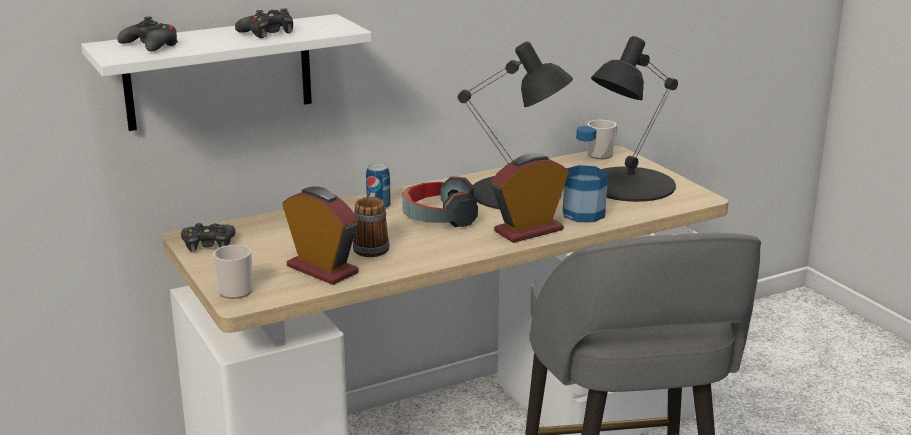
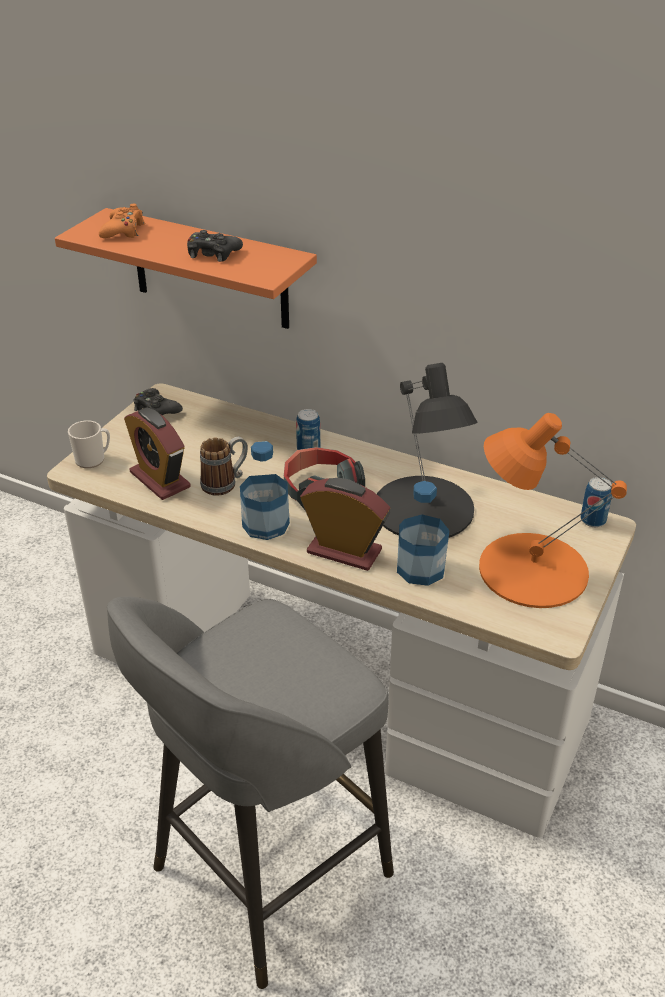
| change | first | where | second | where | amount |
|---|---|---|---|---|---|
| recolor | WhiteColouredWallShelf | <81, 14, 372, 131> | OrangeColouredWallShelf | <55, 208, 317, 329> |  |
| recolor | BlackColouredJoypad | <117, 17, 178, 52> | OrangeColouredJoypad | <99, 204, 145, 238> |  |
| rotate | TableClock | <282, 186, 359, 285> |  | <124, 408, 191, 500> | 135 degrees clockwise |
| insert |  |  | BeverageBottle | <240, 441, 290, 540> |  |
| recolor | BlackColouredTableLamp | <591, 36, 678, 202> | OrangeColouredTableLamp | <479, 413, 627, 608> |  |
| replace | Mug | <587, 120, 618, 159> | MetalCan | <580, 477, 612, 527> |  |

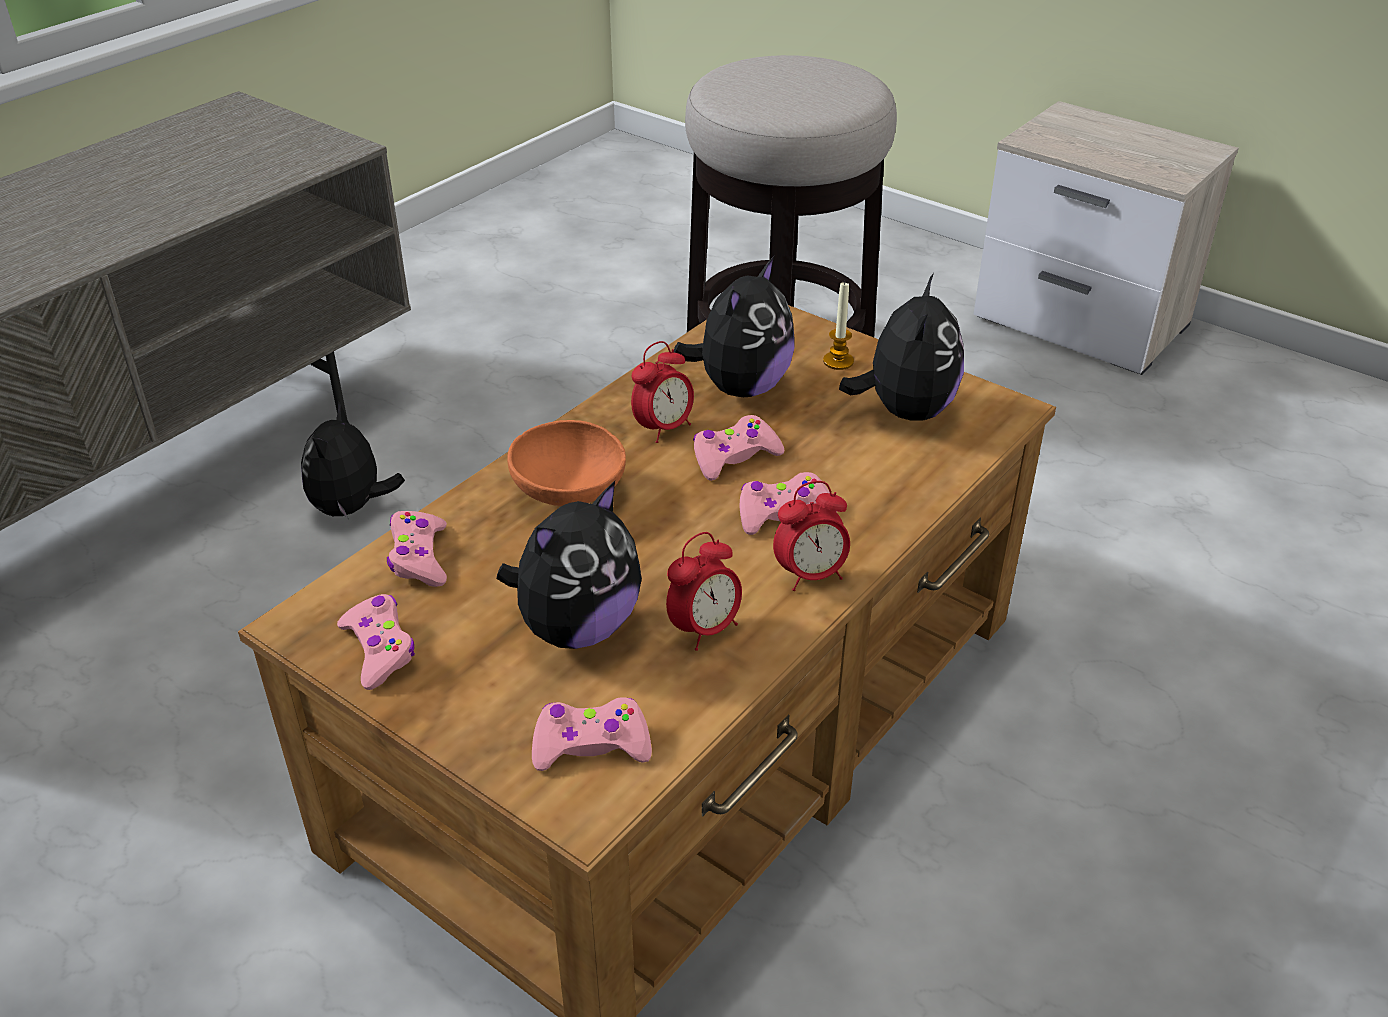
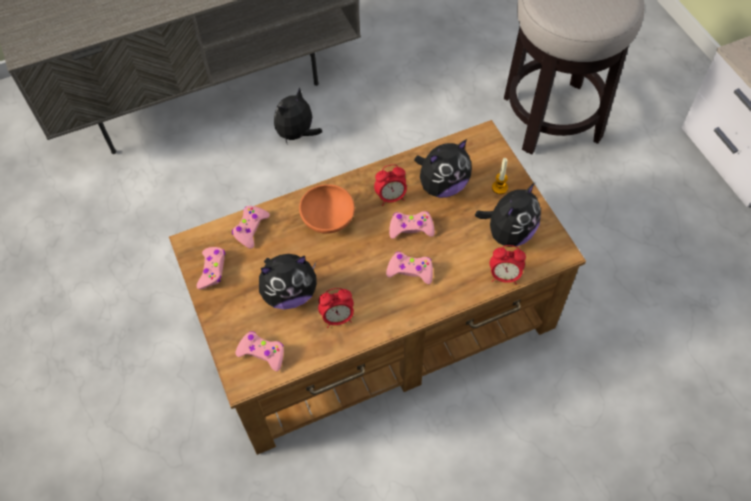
| change | first | where | second | where | amount |
|---|---|---|---|---|---|
| move | TableClock | <773, 481, 850, 591> |  | <490, 245, 526, 285> |  |

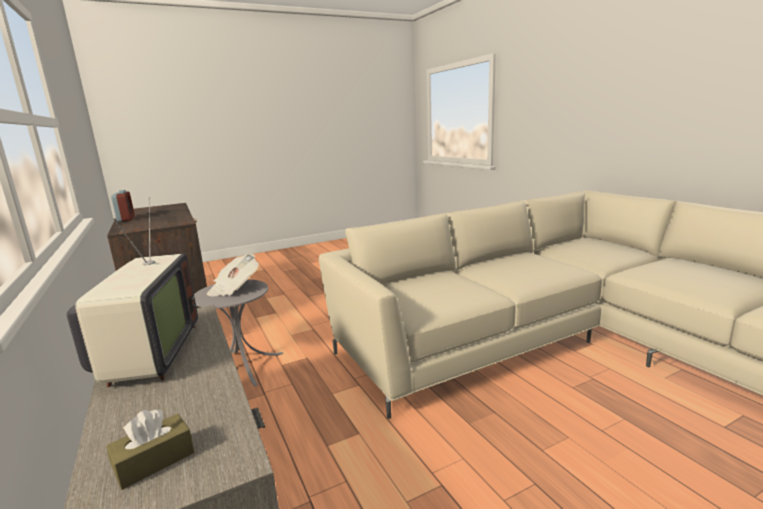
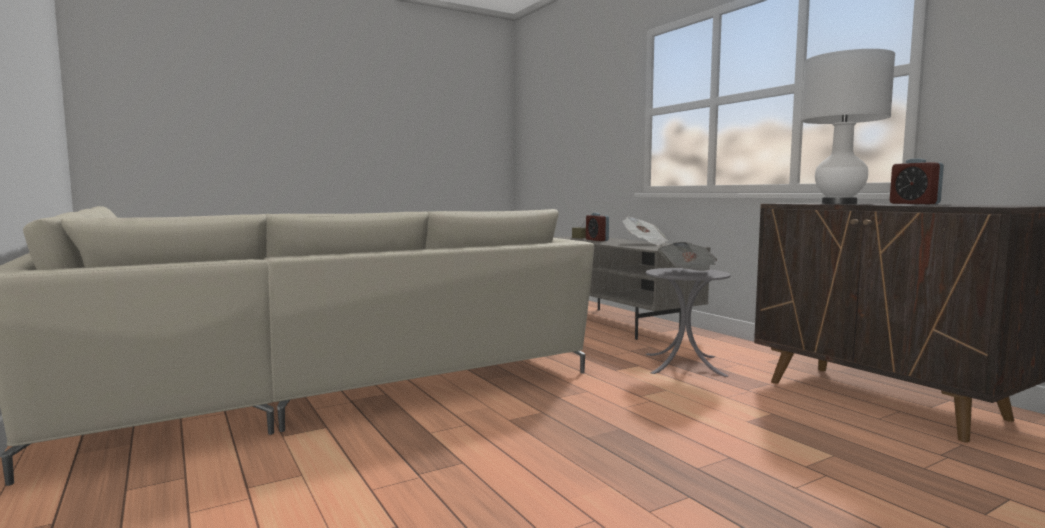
| change | first | where | second | where | amount |
|---|---|---|---|---|---|
| insert |  |  | TableClock | <586, 213, 609, 241> |  |
| replace | Television | <67, 197, 198, 387> | Newspaper | <622, 217, 668, 245> |  |
| insert |  |  | WhiteColouredTableLamp | <801, 49, 895, 204> |  |

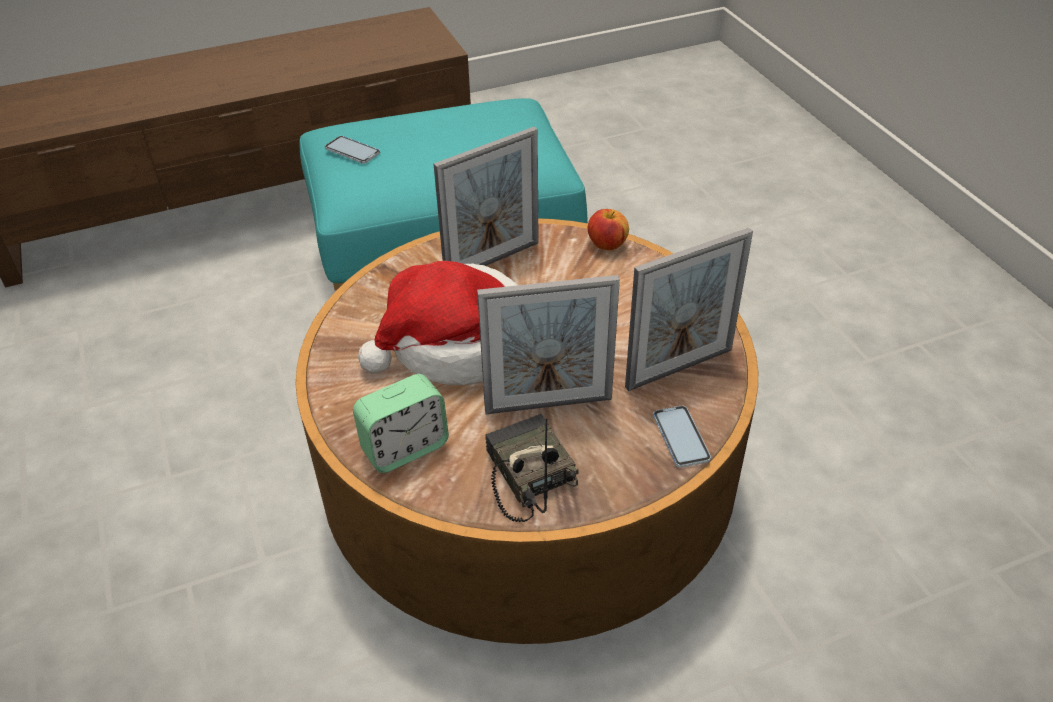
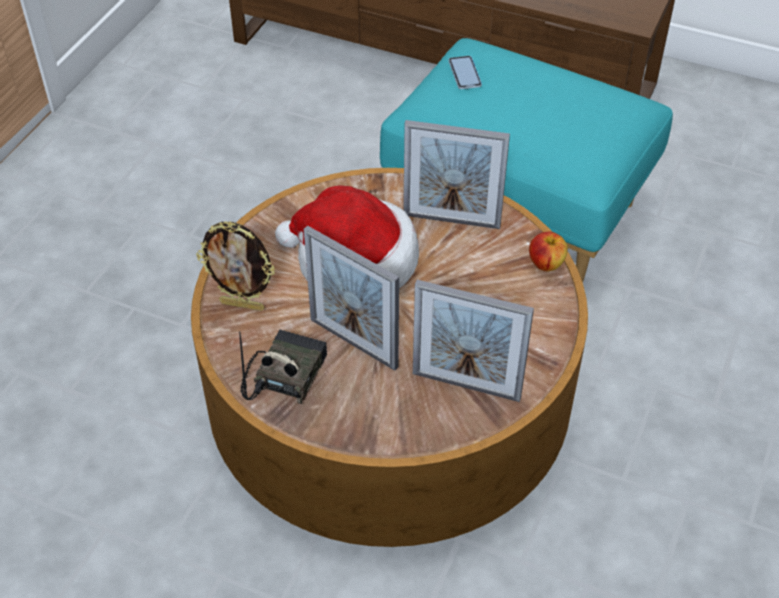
| change | first | where | second | where | amount |
|---|---|---|---|---|---|
| replace | TableClock | <353, 374, 449, 473> | StandingFrame | <196, 221, 275, 311> |  |
| delete | Handset | <653, 406, 711, 468> |  |  |  |

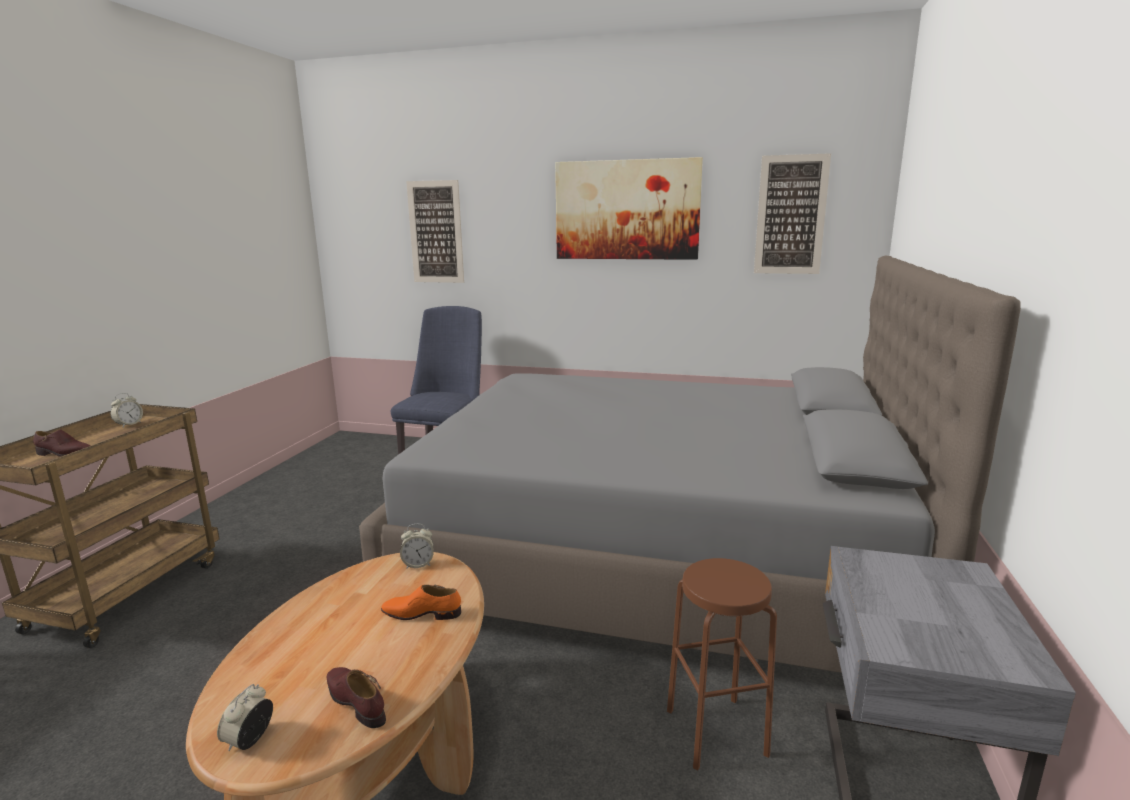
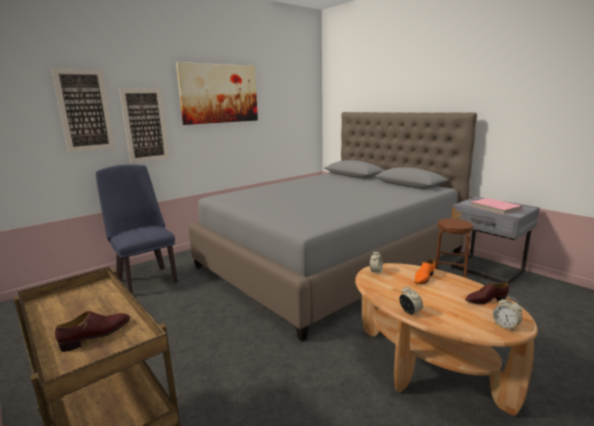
| change | first | where | second | where | amount |
|---|---|---|---|---|---|
| move | Picture | <754, 153, 831, 274> |  | <119, 88, 169, 163> |  |
| move | TableClock | <110, 393, 143, 427> |  | <399, 286, 423, 315> |  |
| insert |  |  | PinkColouredVolume | <470, 198, 523, 215> |  |

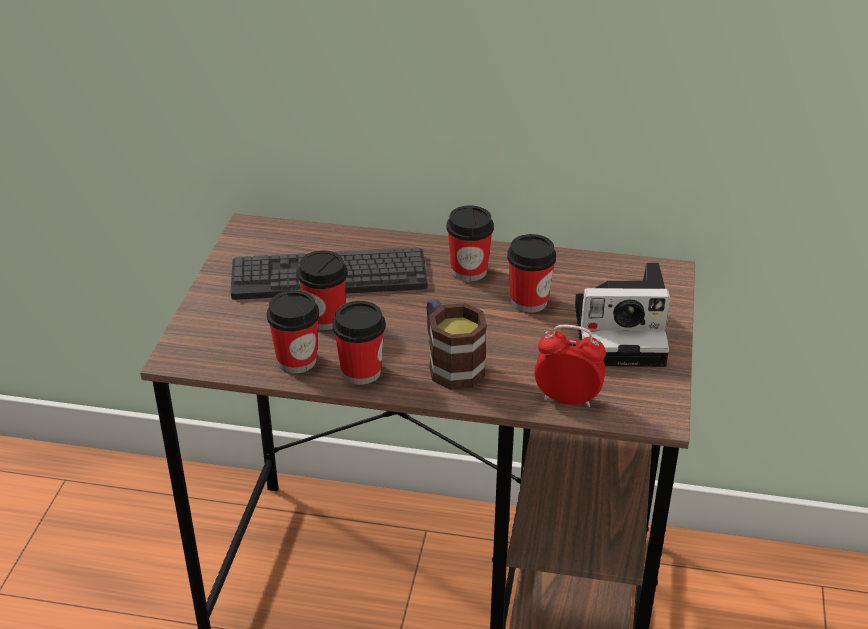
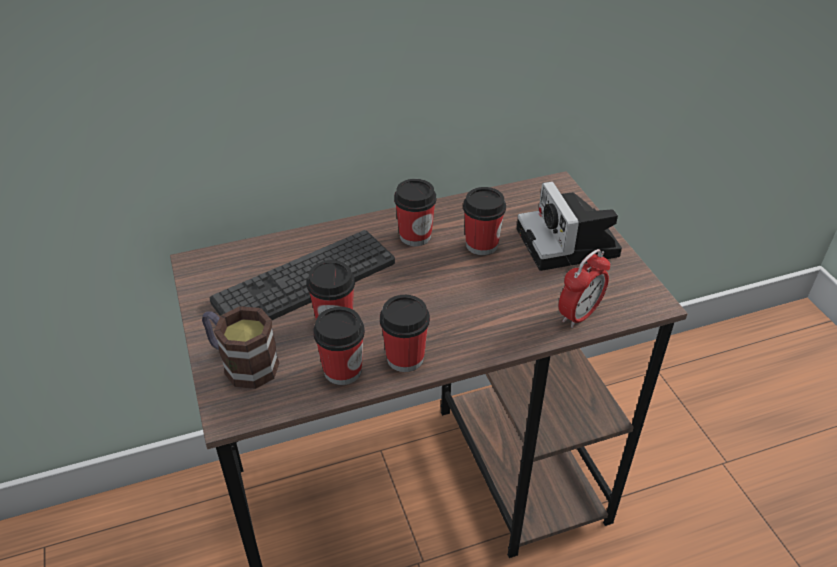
| change | first | where | second | where | amount |
|---|---|---|---|---|---|
| move | Mug | <426, 298, 487, 390> |  | <202, 306, 279, 389> |  |
| rotate | PhotoCamera | <575, 262, 671, 367> |  | <517, 181, 622, 271> | 105 degrees clockwise |
| rotate | TableClock | <535, 325, 606, 407> |  | <559, 249, 610, 328> | 150 degrees clockwise |

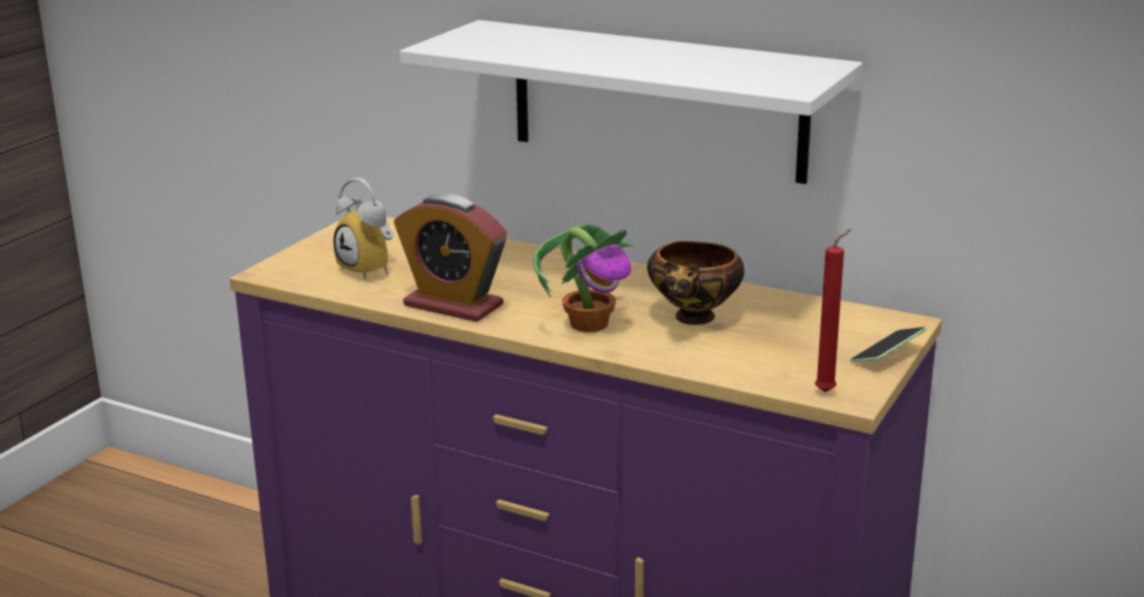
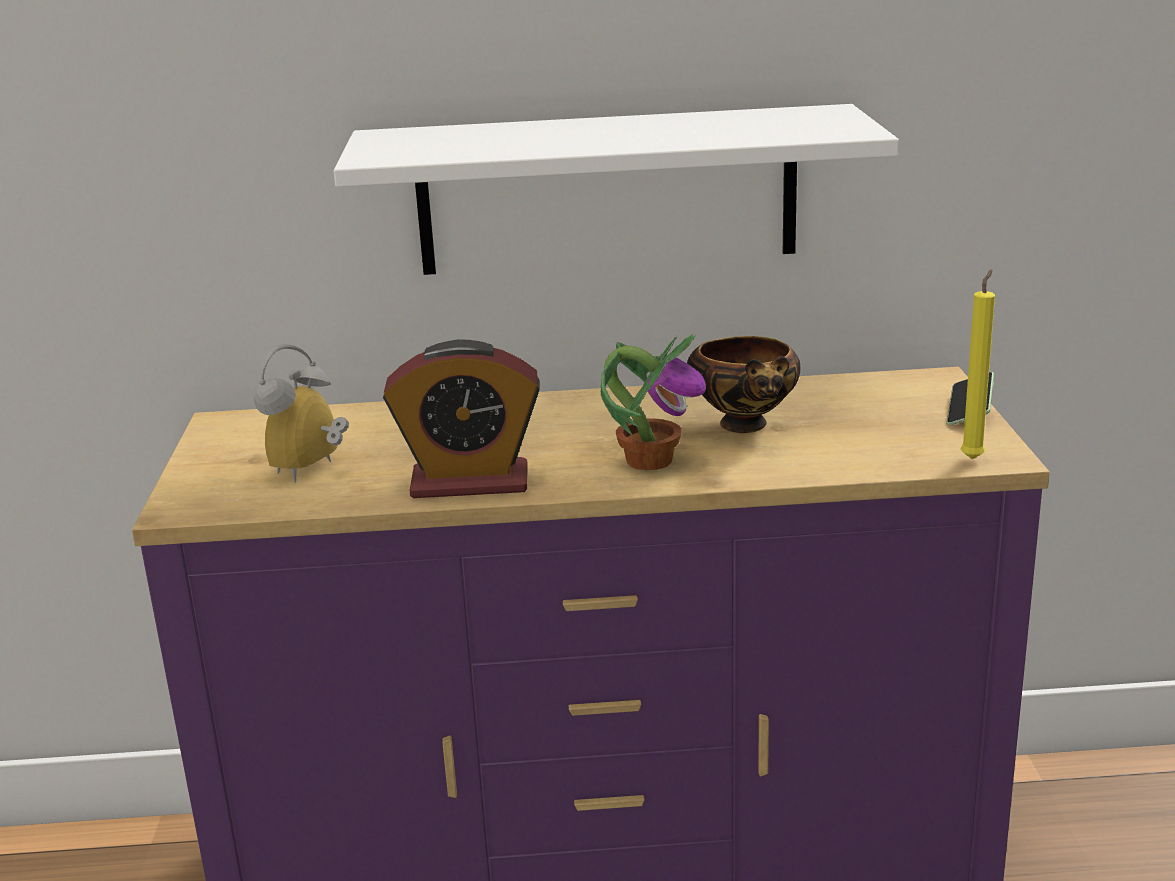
| change | first | where | second | where | amount |
|---|---|---|---|---|---|
| rotate | TableClock | <333, 178, 394, 280> |  | <254, 344, 349, 483> | 105 degrees clockwise |
| recolor | RedCandle | <815, 229, 851, 392> | YellowishCandle | <960, 269, 995, 459> |  |

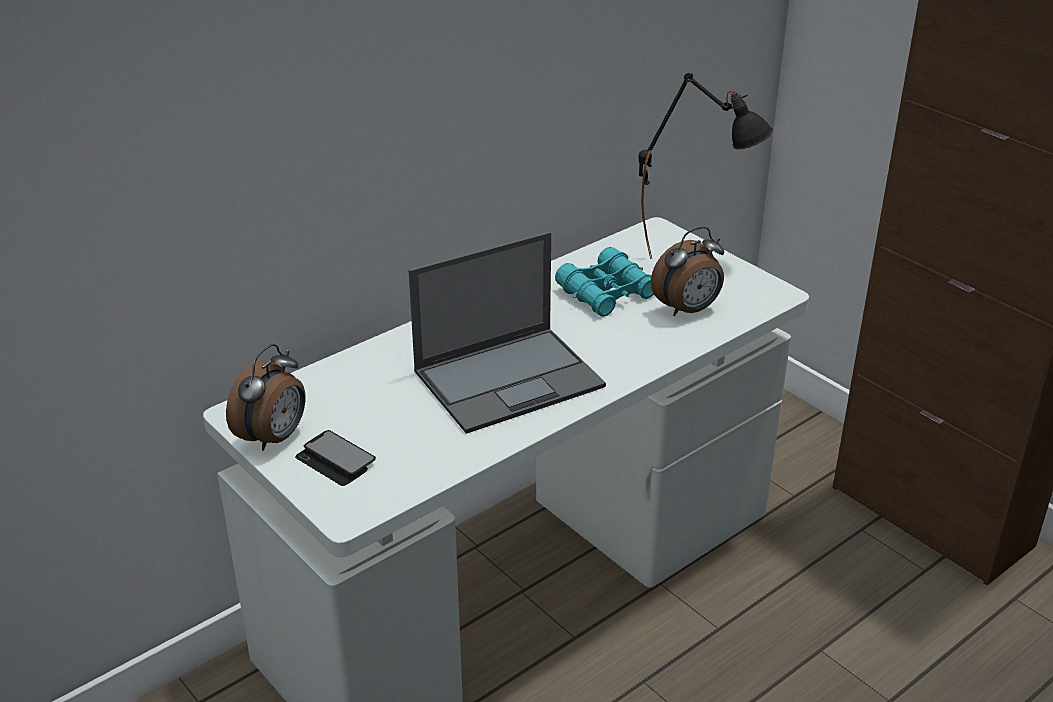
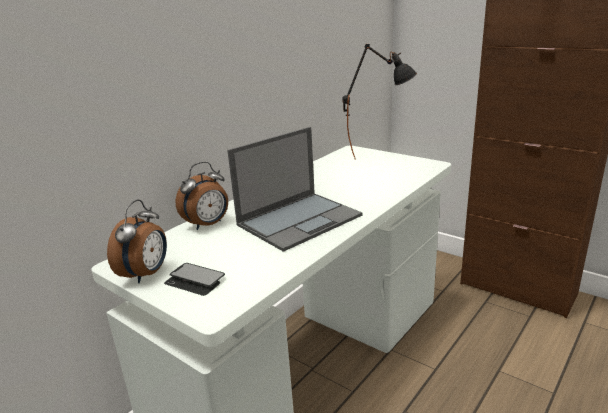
| change | first | where | second | where | amount |
|---|---|---|---|---|---|
| move | TableClock | <651, 227, 724, 316> |  | <175, 161, 228, 230> |  |
| delete | TurquoiseColouredFieldGlasses | <555, 247, 654, 317> |  |  |  |

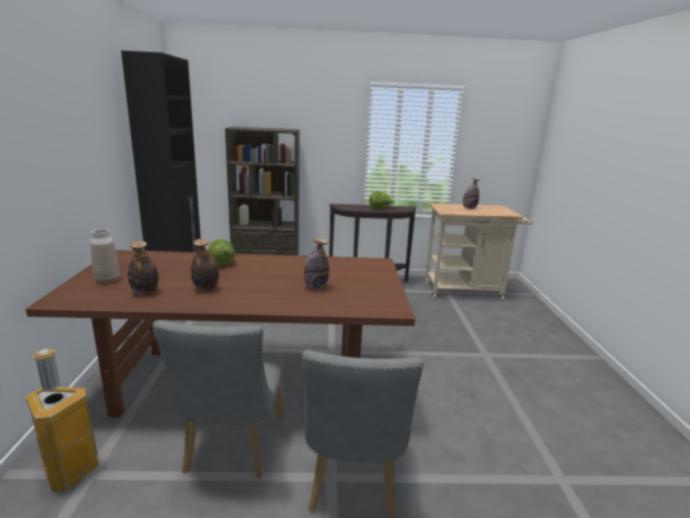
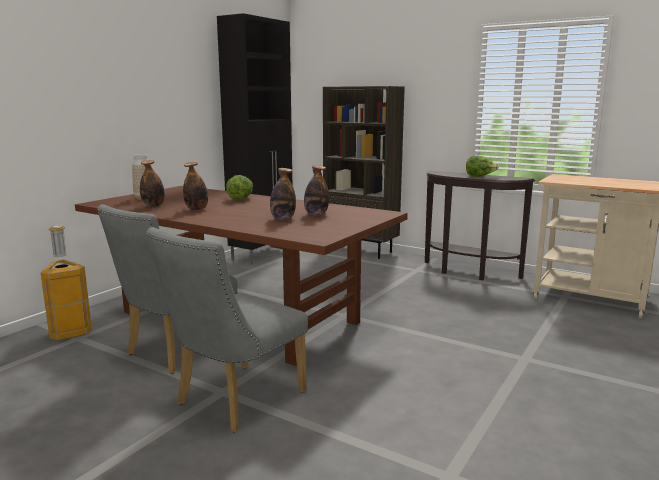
| change | first | where | second | where | amount |
|---|---|---|---|---|---|
| move | BeverageBottle | <463, 178, 480, 209> |  | <304, 165, 329, 215> |  |

